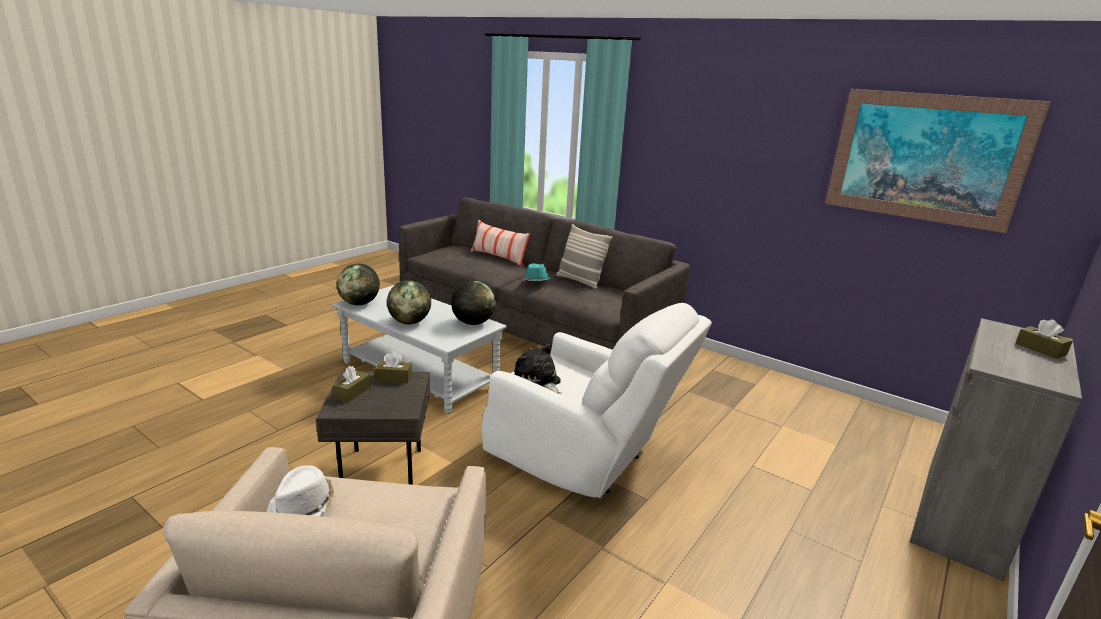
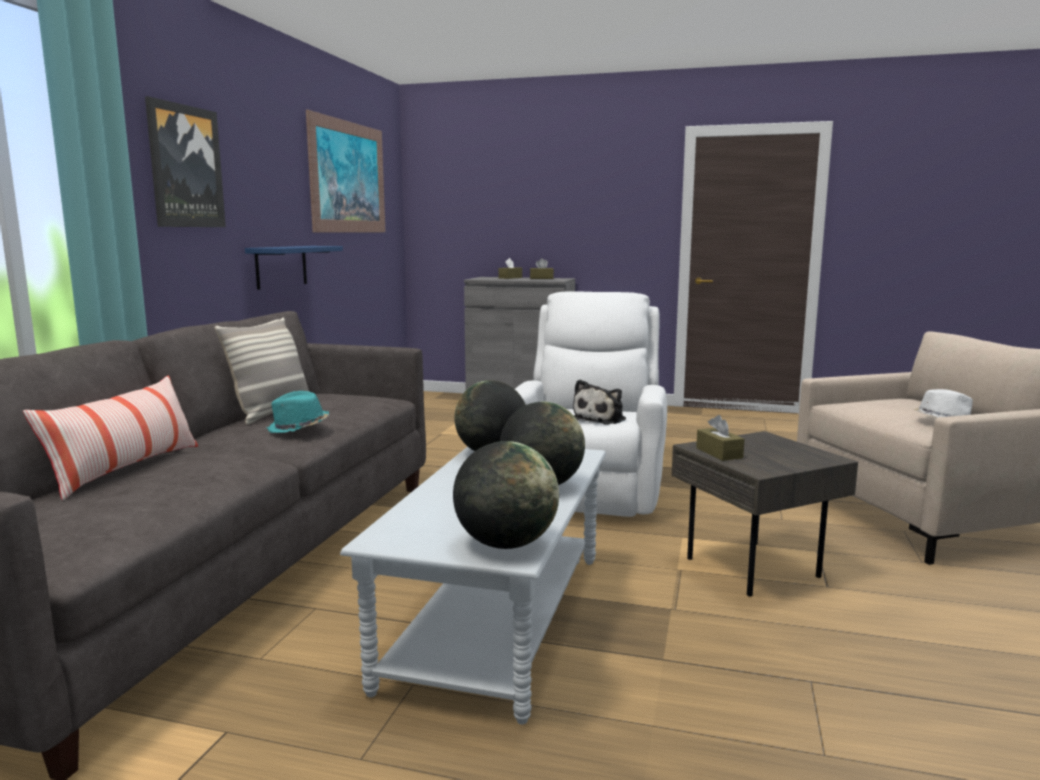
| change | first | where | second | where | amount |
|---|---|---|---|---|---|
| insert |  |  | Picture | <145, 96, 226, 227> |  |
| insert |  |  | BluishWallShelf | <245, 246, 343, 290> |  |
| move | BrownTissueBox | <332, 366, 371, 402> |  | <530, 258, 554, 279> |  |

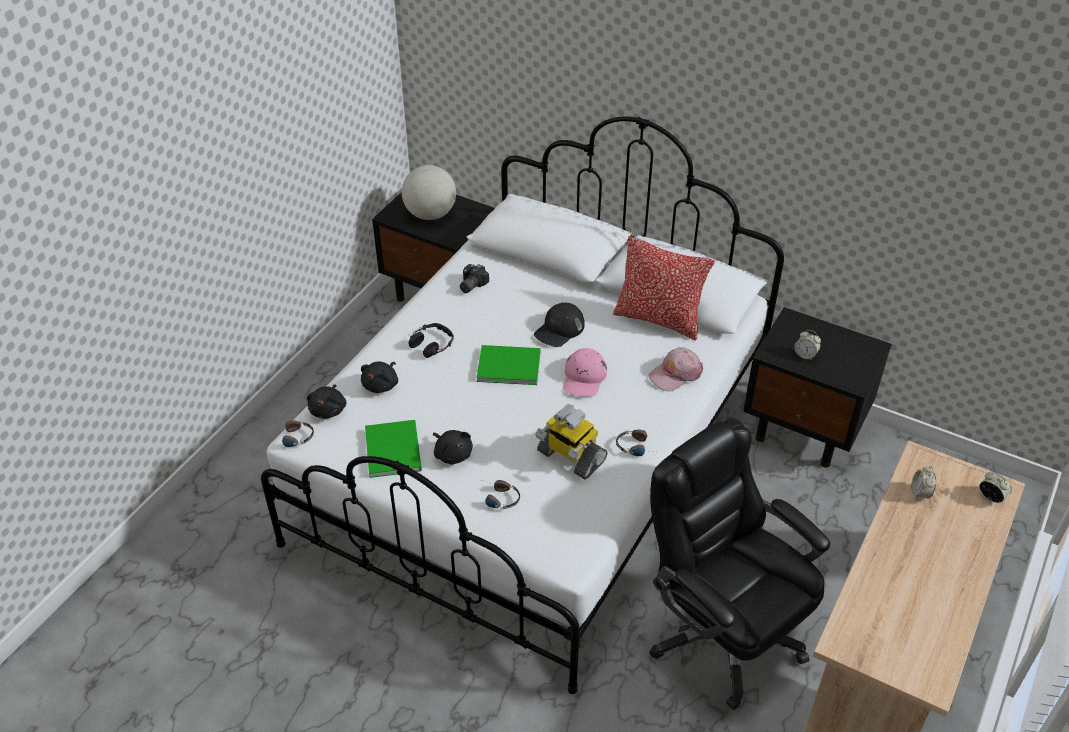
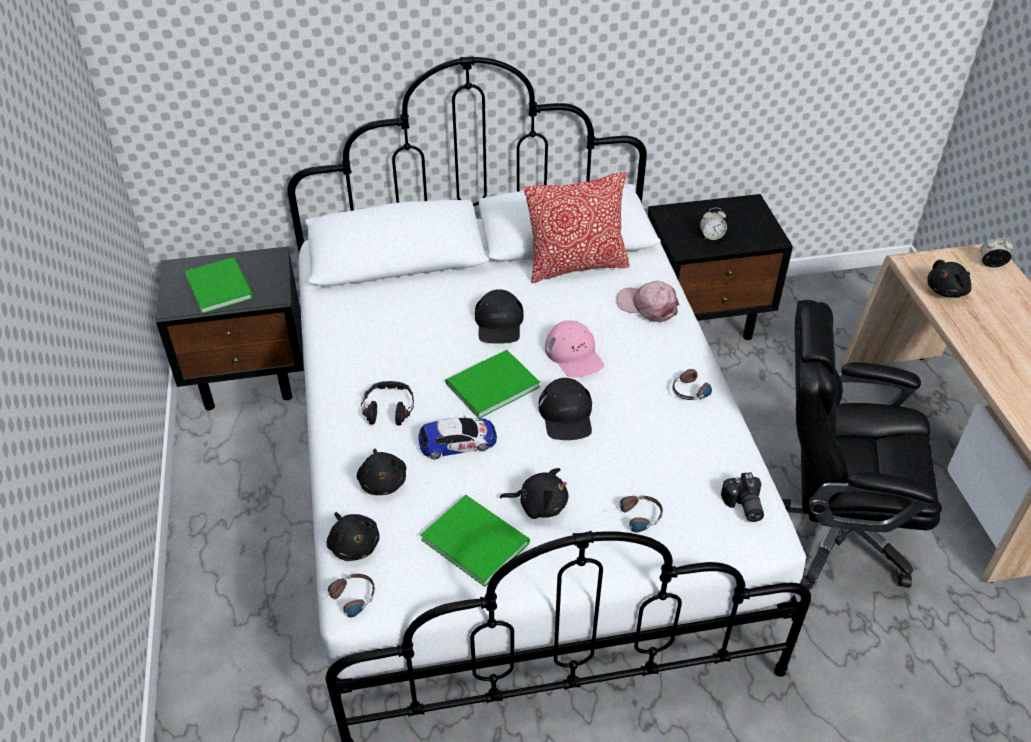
| change | first | where | second | where | amount |
|---|---|---|---|---|---|
| replace | Globe | <402, 165, 456, 220> | GreenishVolume | <185, 257, 253, 314> |  |
| insert |  |  | MiniatureCar | <418, 416, 497, 459> |  |
| insert |  |  | BlackColouredCap | <539, 378, 592, 440> |  |
| rotate | PinkColouredCap | <648, 347, 703, 392> |  | <616, 281, 679, 322> | 105 degrees clockwise |
| move | PhotoCamera | <460, 264, 489, 293> |  | <721, 473, 764, 522> |  |
| replace | TableClock | <912, 466, 936, 500> | BlackColouredSoftToy | <928, 260, 972, 298> |  |
| delete | RobotFigure | <535, 404, 607, 479> |  |  |  |

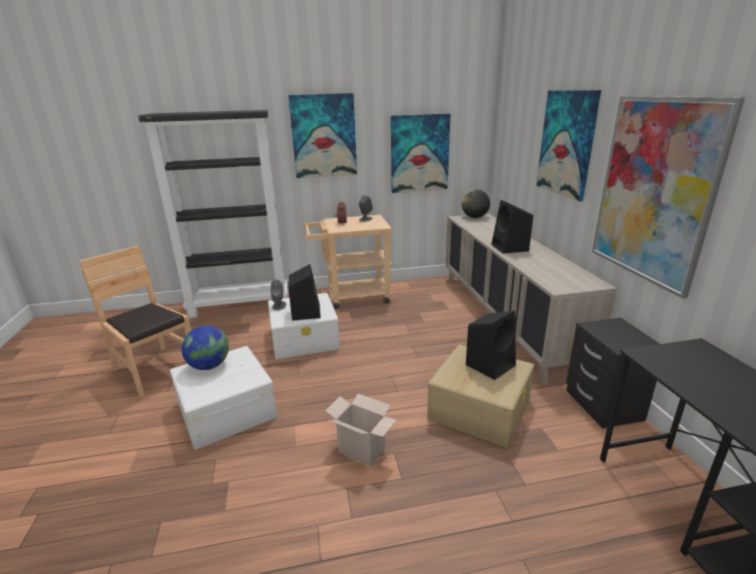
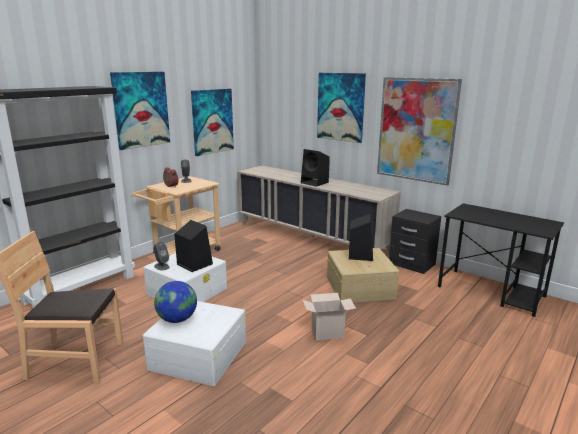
| change | first | where | second | where | amount |
|---|---|---|---|---|---|
| delete | Globe | <462, 189, 490, 218> |  |  |  |

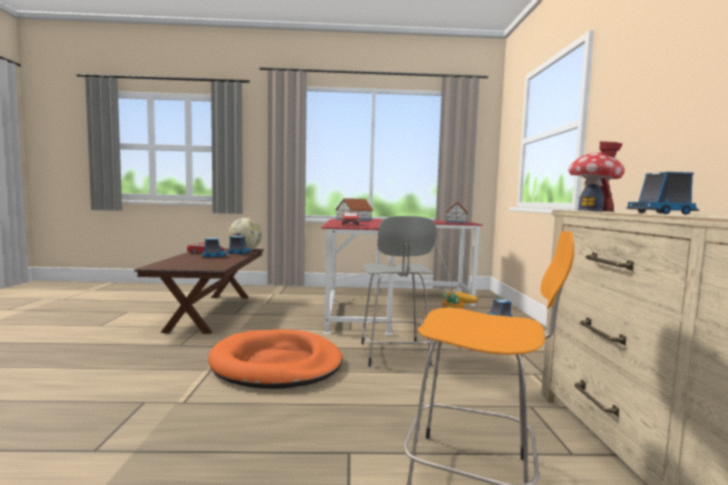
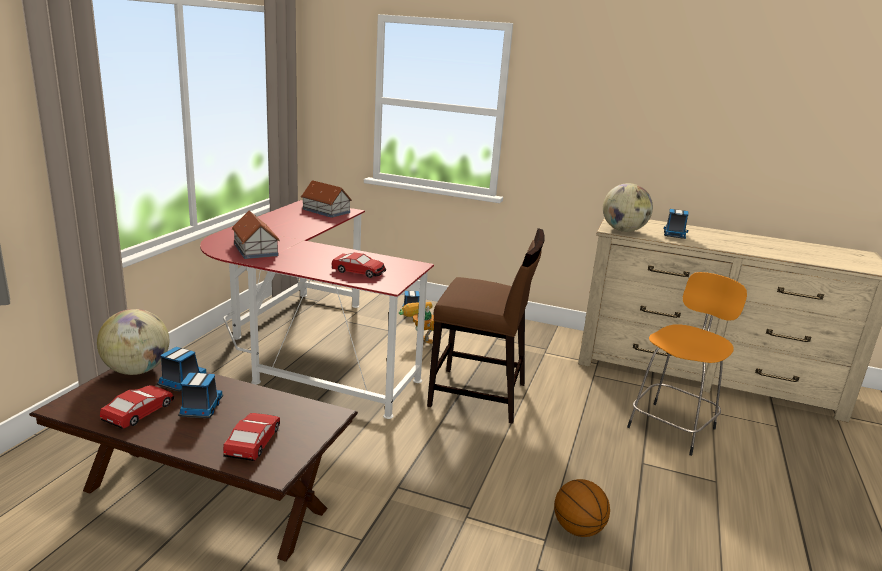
| change | first | where | second | where | amount |
|---|---|---|---|---|---|
| insert |  |  | MiniatureCar | <223, 413, 280, 461> |  |
| replace | GreyishStool | <361, 216, 437, 367> | BrownPlainChair | <427, 228, 545, 424> |  |
| insert |  |  | Basketball | <554, 479, 610, 537> |  |
| replace | MiniatureHouse | <568, 141, 625, 212> | Globe | <603, 183, 653, 232> |  |
| delete | OrangeColouredPetBed | <208, 329, 342, 389> |  |  |  |

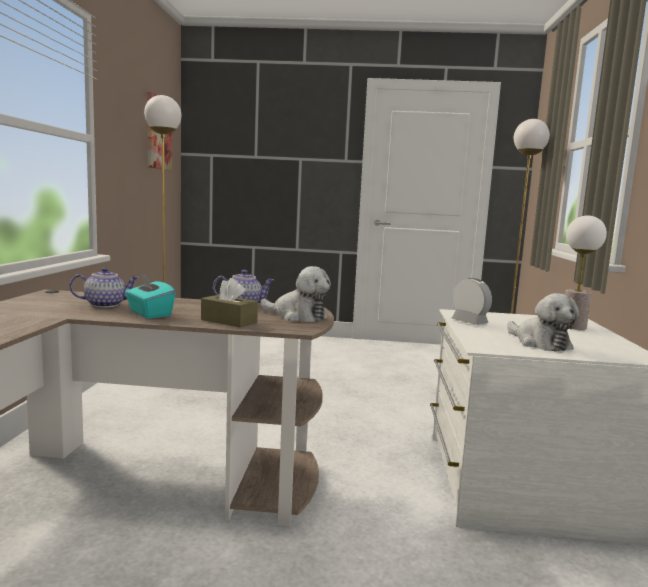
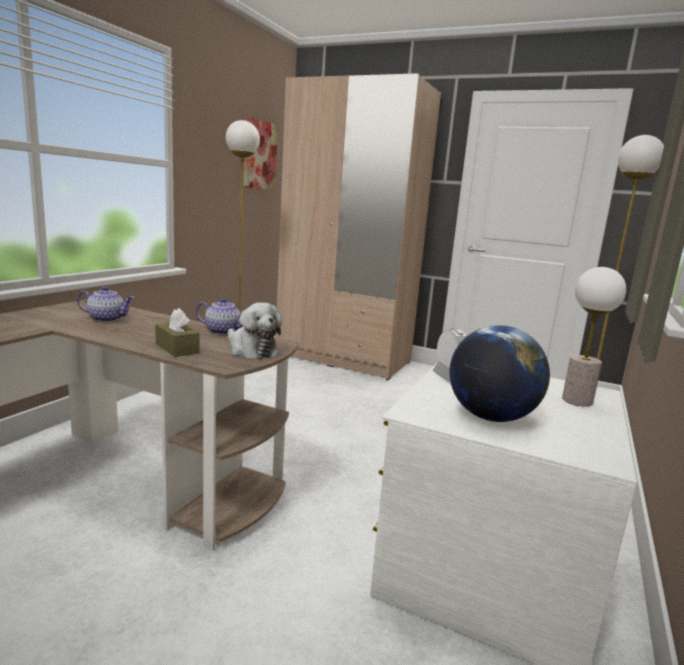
| change | first | where | second | where | amount |
|---|---|---|---|---|---|
| insert |  |  | BeigeColouredWardrobe | <276, 73, 441, 380> |  |
| replace | SoftToy | <507, 293, 579, 352> | Globe | <450, 325, 550, 422> |  |
| delete | TurquoiseColouredTissueBox | <125, 274, 176, 319> |  |  |  |

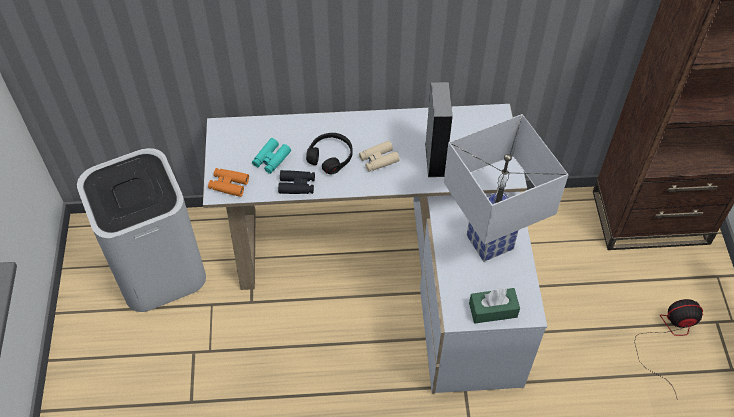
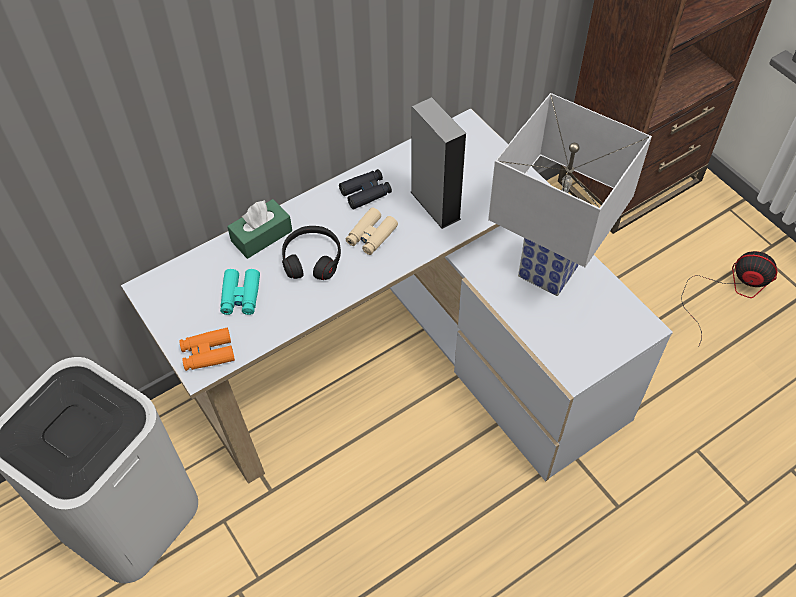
| change | first | where | second | where | amount |
|---|---|---|---|---|---|
| move | GreenishTissueBox | <469, 288, 520, 324> |  | <227, 199, 292, 259> |  |
| move | BlackColouredFieldGlasses | <278, 170, 315, 194> |  | <339, 169, 392, 209> |  |
| rotate | ElectricFan | <634, 299, 703, 397> |  | <681, 251, 777, 346> | 60 degrees clockwise |

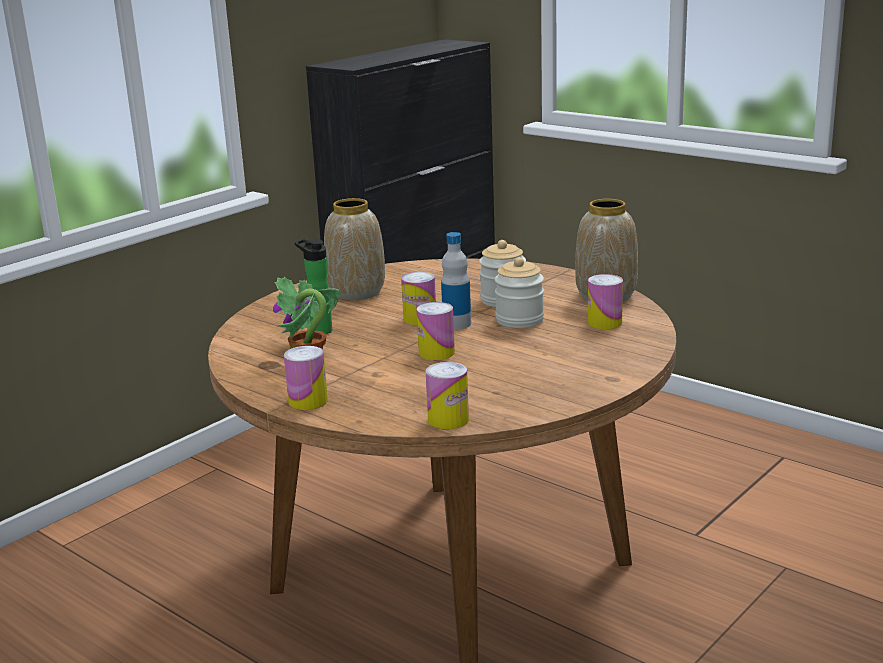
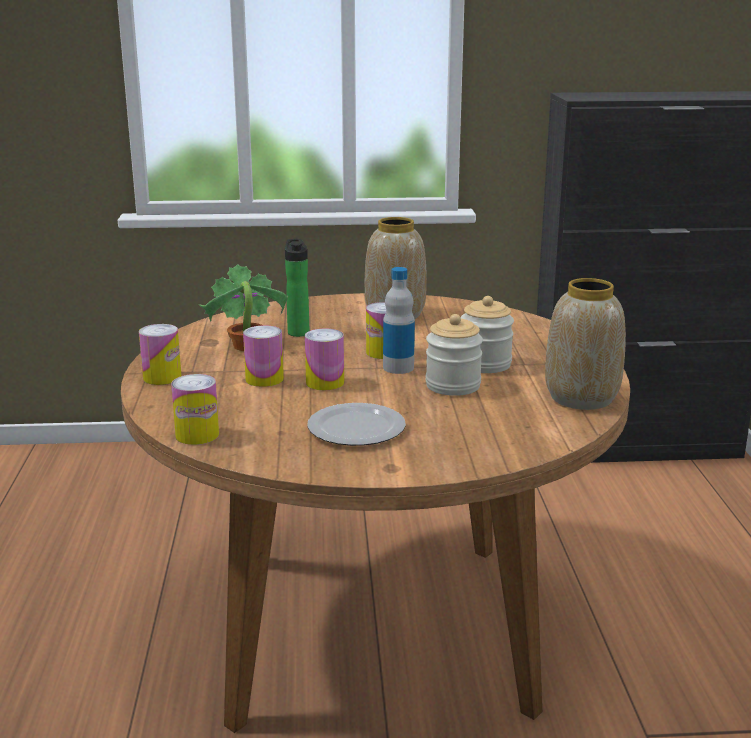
| change | first | where | second | where | amount |
|---|---|---|---|---|---|
| move | MetalCan | <588, 274, 623, 329> |  | <243, 325, 284, 387> |  |
| insert |  |  | Plate | <307, 403, 406, 446> |  |

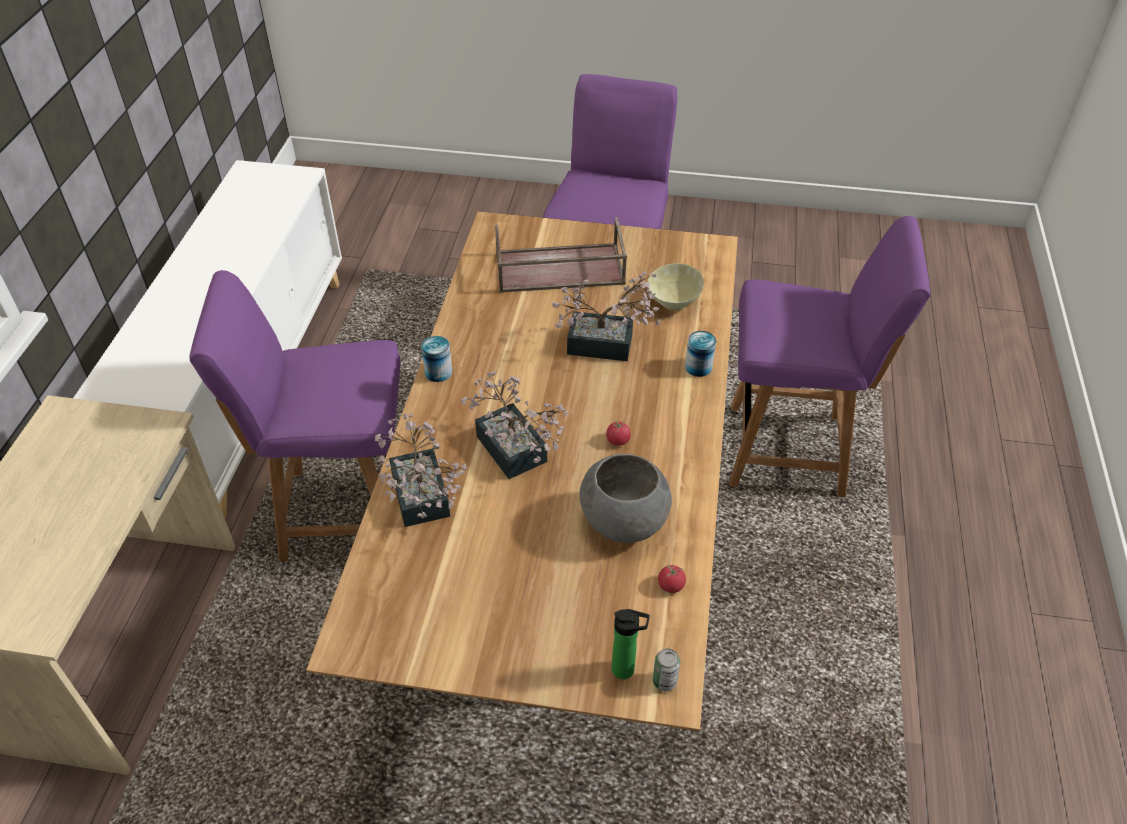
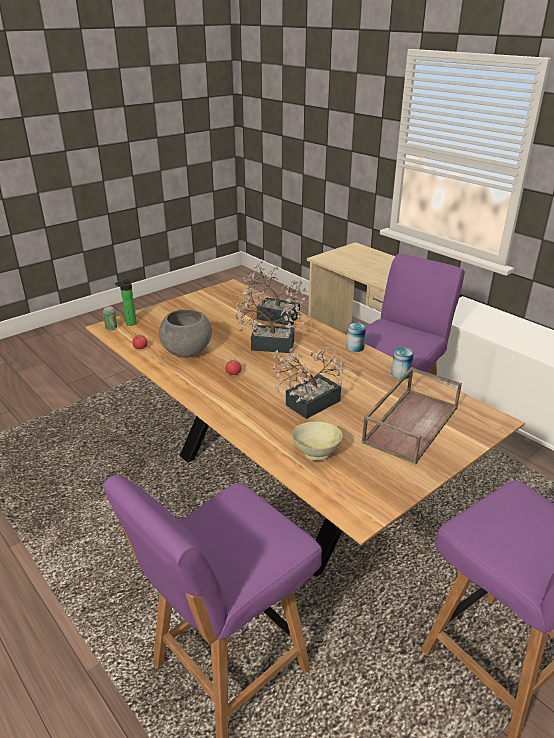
| change | first | where | second | where | amount |
|---|---|---|---|---|---|
| move | MetalCan | <685, 331, 716, 377> |  | <391, 347, 414, 379> |  |

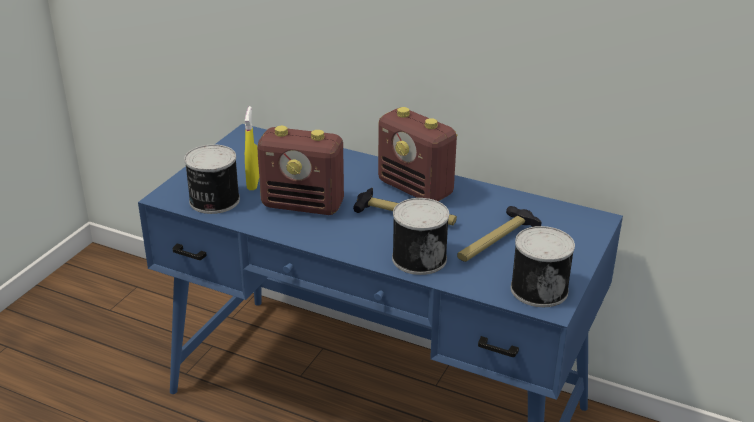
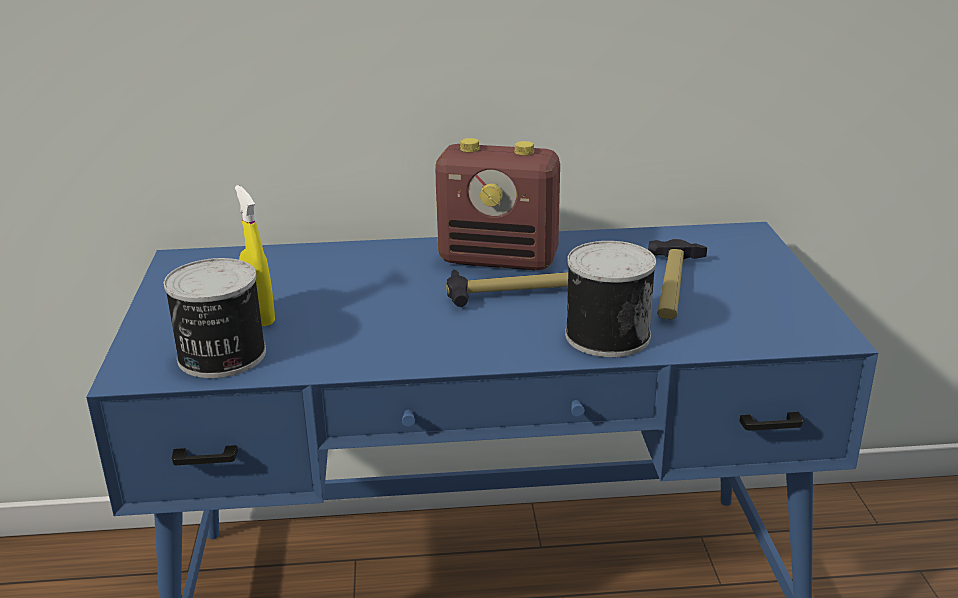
| change | first | where | second | where | amount |
|---|---|---|---|---|---|
| delete | Radio | <257, 126, 344, 215> |  |  |  |
| delete | MetalCan | <511, 226, 575, 307> |  |  |  |

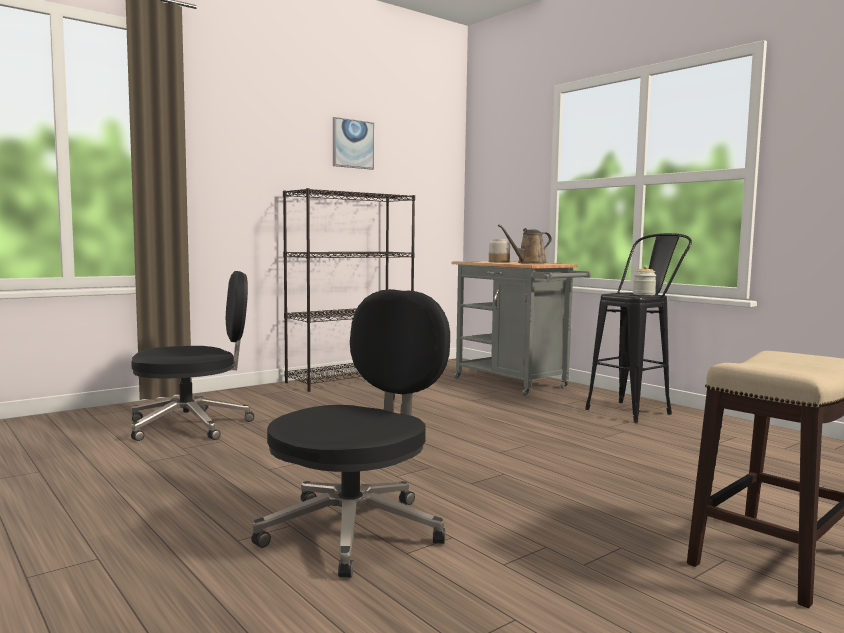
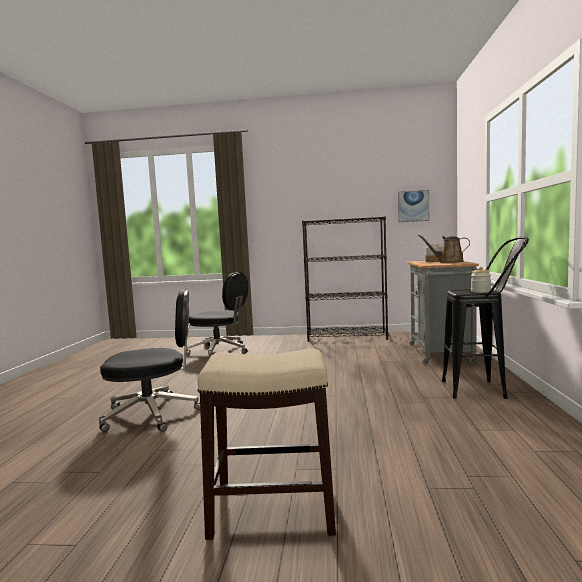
| change | first | where | second | where | amount |
|---|---|---|---|---|---|
| move | Picture | <333, 117, 374, 170> |  | <398, 190, 429, 222> |  |

